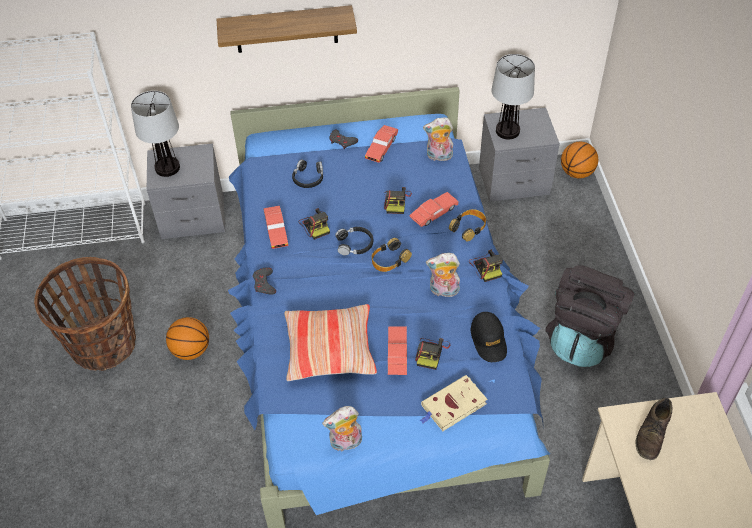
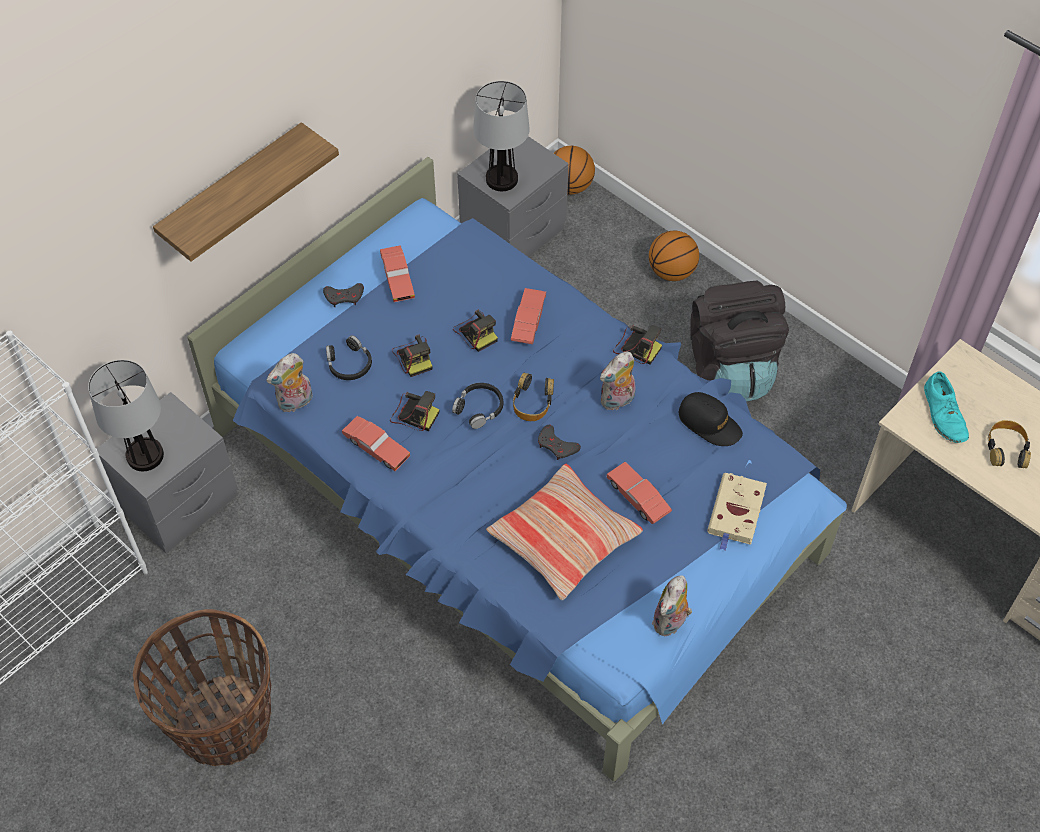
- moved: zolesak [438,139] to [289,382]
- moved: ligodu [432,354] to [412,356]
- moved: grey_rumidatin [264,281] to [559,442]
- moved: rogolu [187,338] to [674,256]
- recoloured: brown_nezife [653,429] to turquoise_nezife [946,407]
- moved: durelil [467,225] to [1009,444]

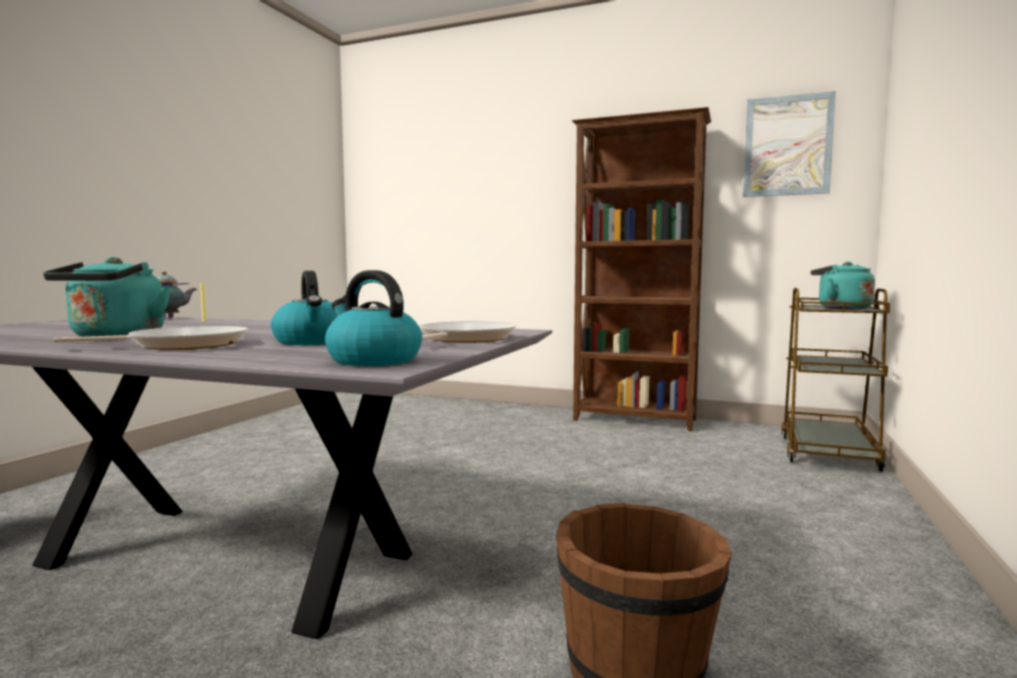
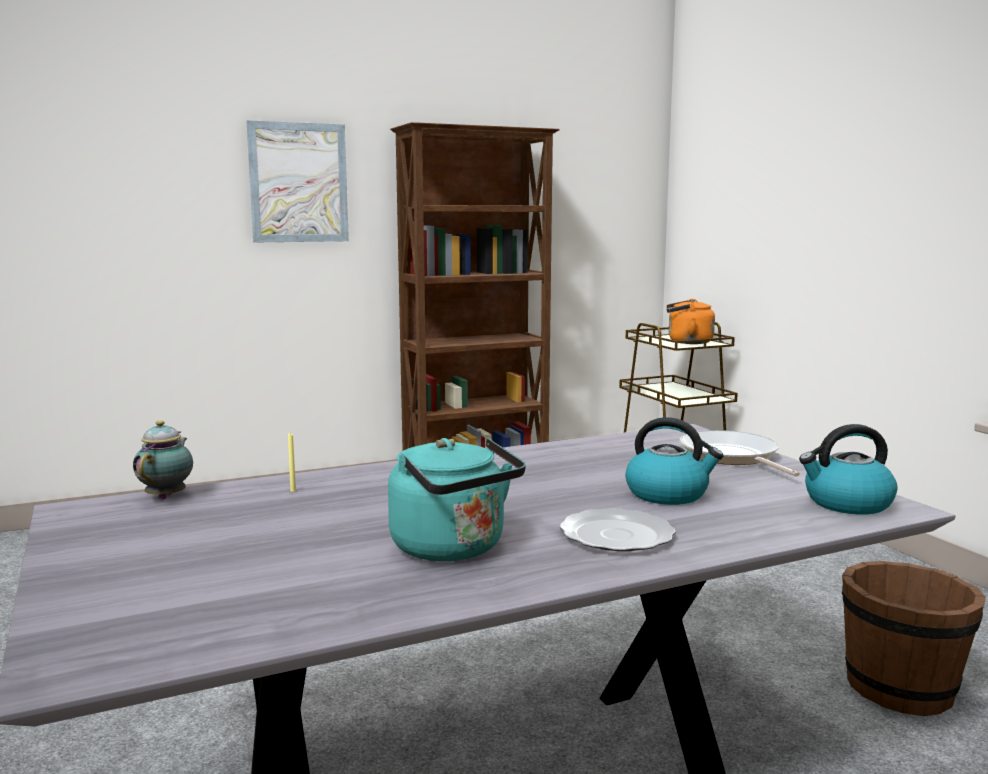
- moved: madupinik [789,144] to [298,181]
- replaced: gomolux [151,338] to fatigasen [618,529]
- recoloured: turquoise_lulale [842,286] to orange_lulale [690,321]

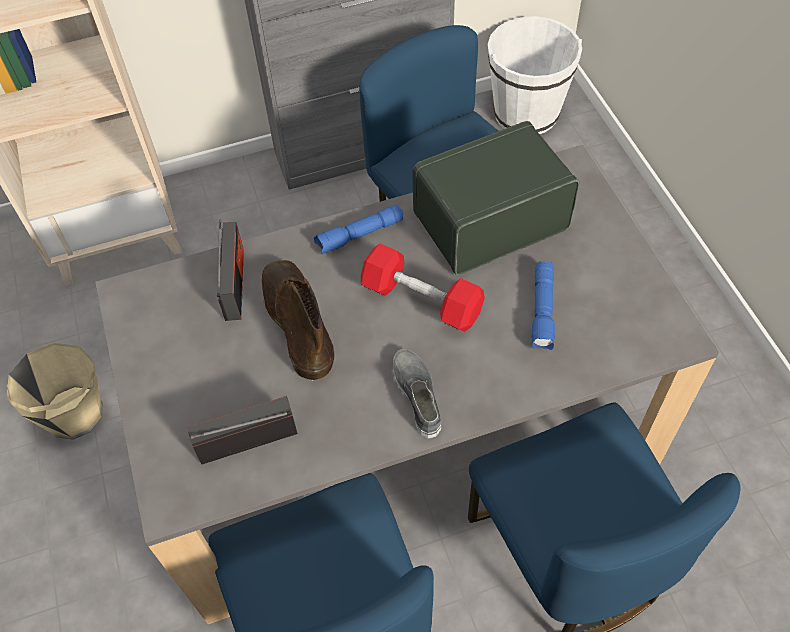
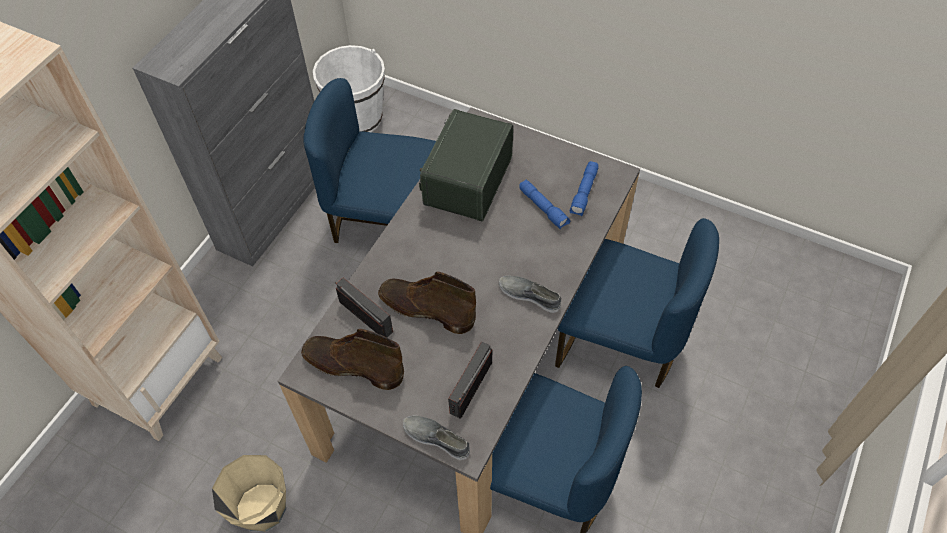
- added: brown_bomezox [352,359]
- added: grey_nezife [436,437]
- moved: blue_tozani [358,229] to [583,188]
- removed: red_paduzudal [423,287]

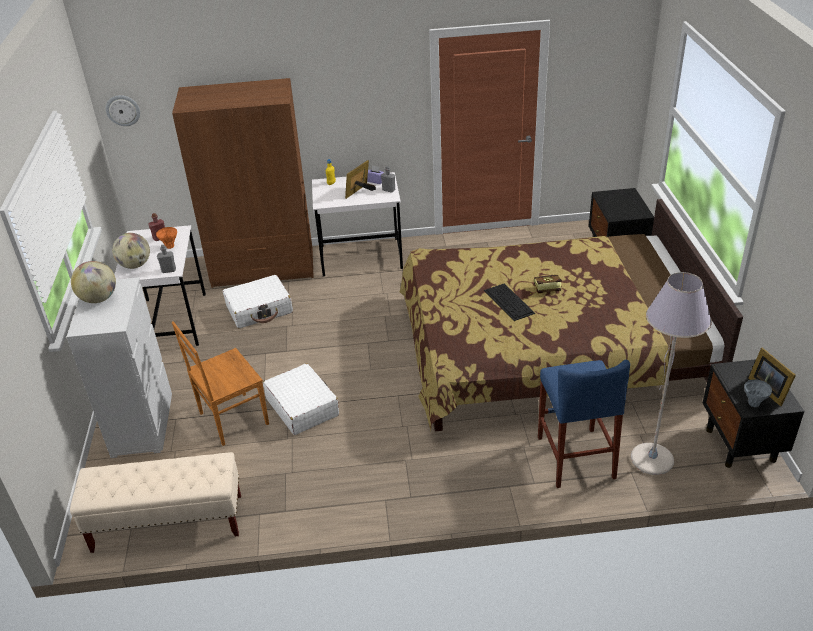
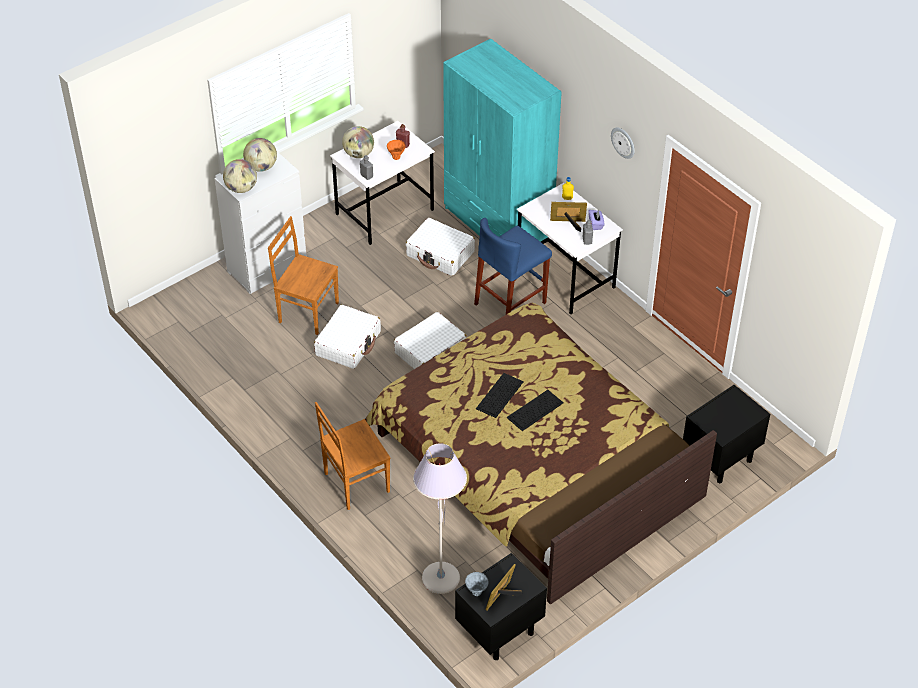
- added: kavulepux [240,176]
- added: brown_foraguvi [352,456]
- added: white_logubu [430,340]
- recoloured: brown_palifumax [243,183] to turquoise_palifumax [502,140]
- moved: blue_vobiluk [584,424] to [513,266]
- replaced: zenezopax [546,284] to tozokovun [534,410]
- moved: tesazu [123,110] to [623,143]
- removed: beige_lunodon [155,502]

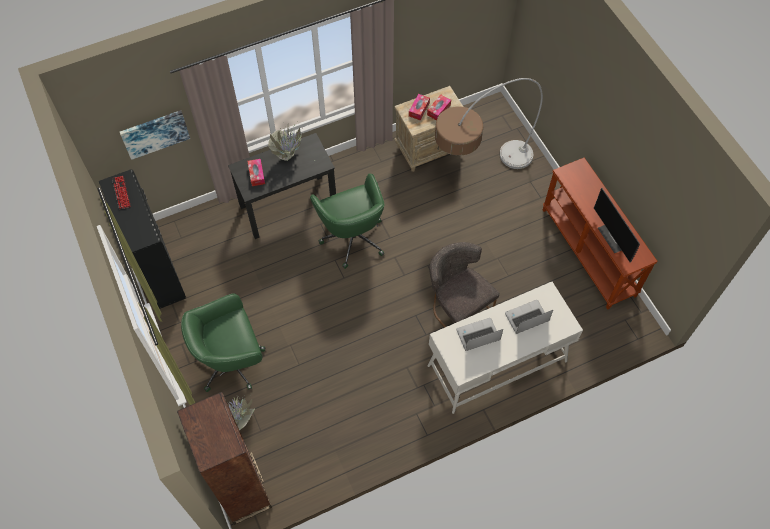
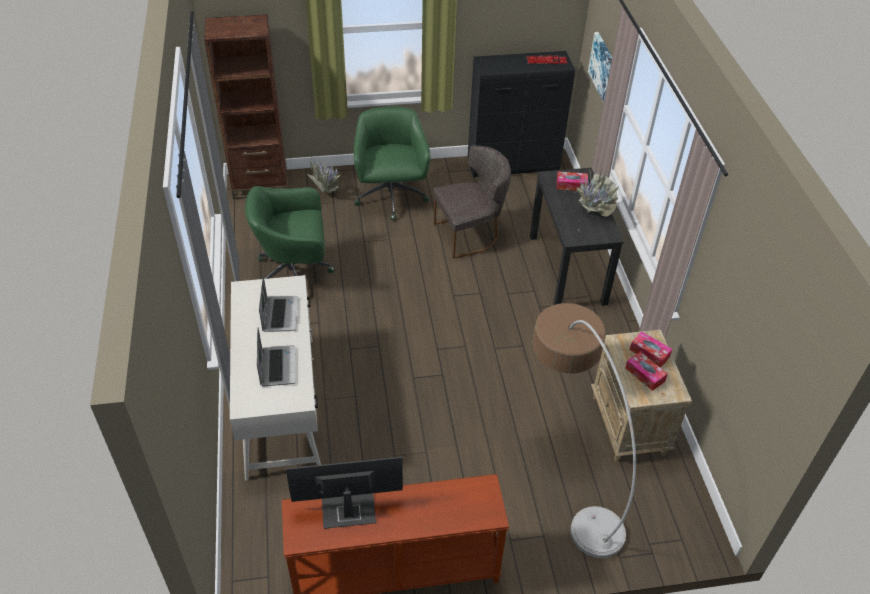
- moved: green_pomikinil [347,221] to [289,232]
- moved: grey_foraguvi [464,285] to [472,202]

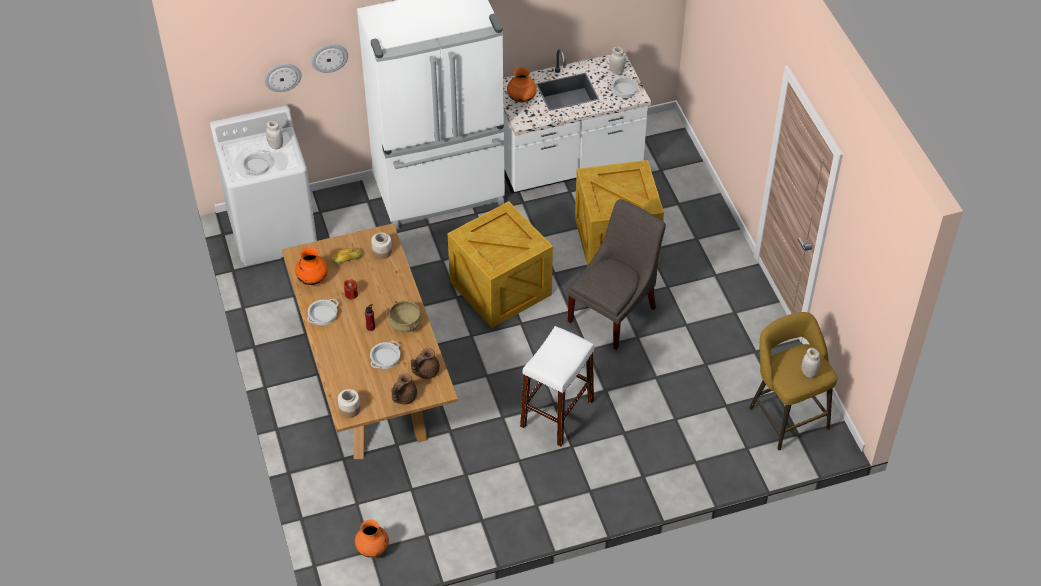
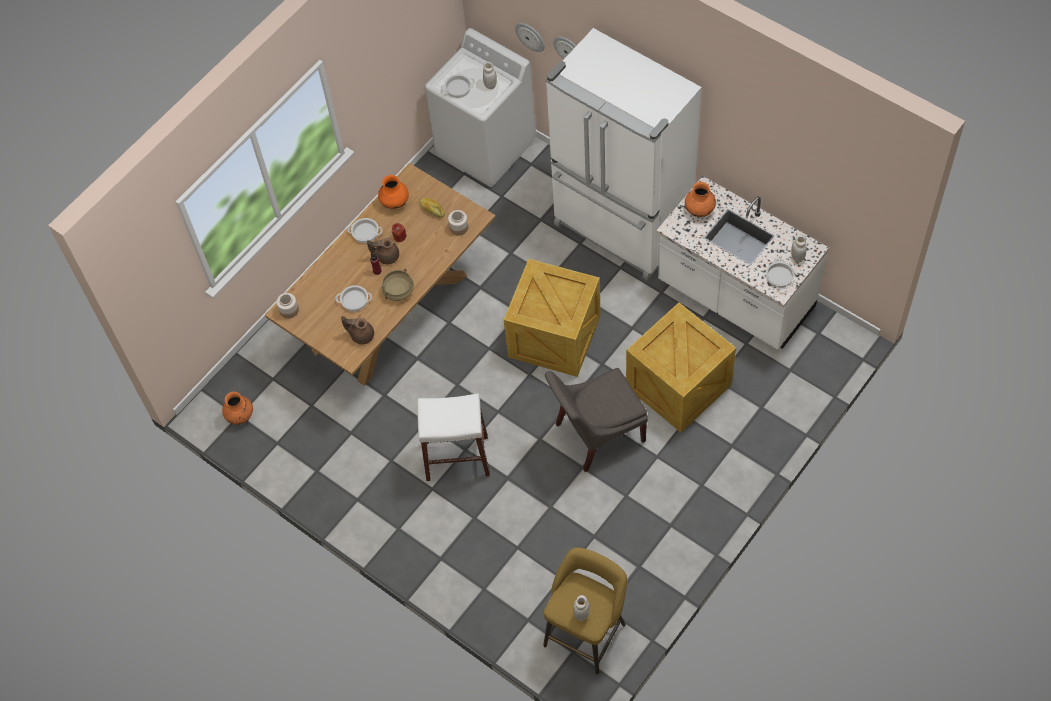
- moved: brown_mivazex [404,389] to [383,251]
- turned: grey_foraguvi [617,274] = [596,420] 150 degrees clockwise

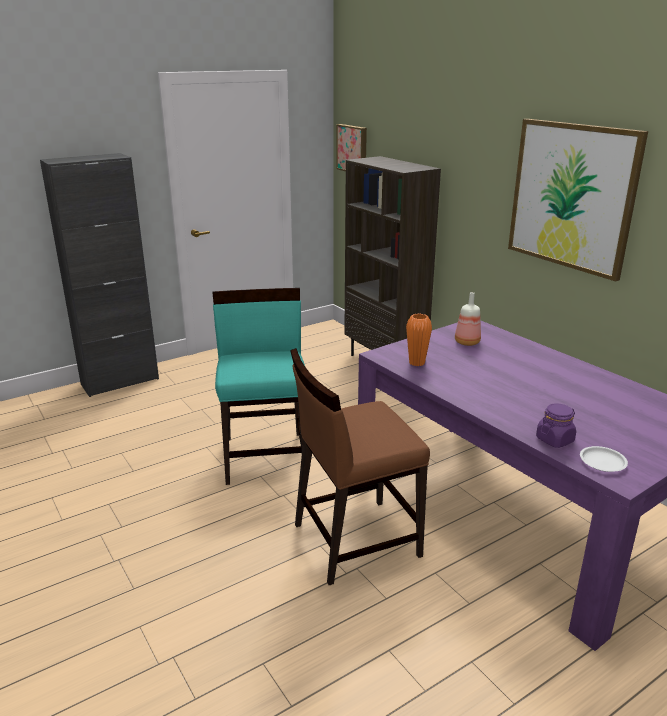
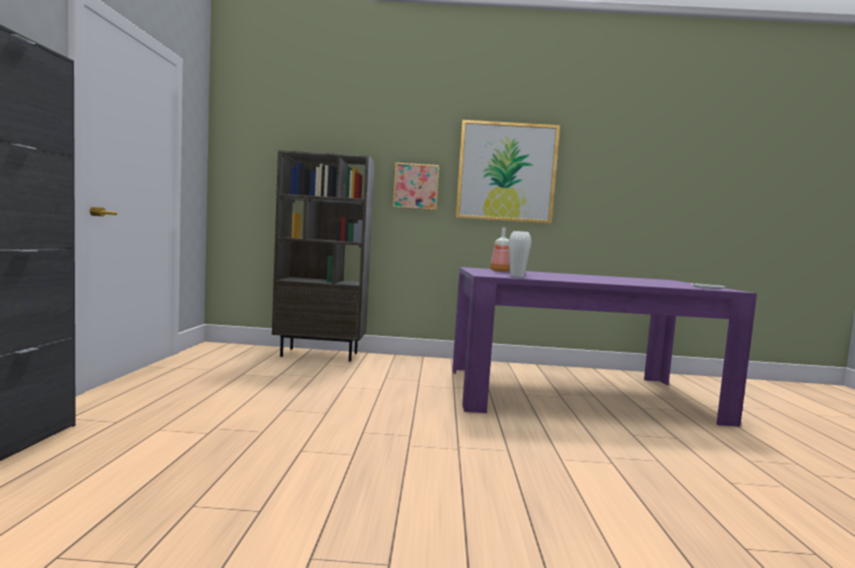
- moved: madupinik [351,148] to [416,186]
- recoloured: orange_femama [419,340] to white_femama [520,254]
- removed: turquoise_foraguvi [258,386]
- removed: brown_foraguvi [360,466]
- removed: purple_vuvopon [556,425]

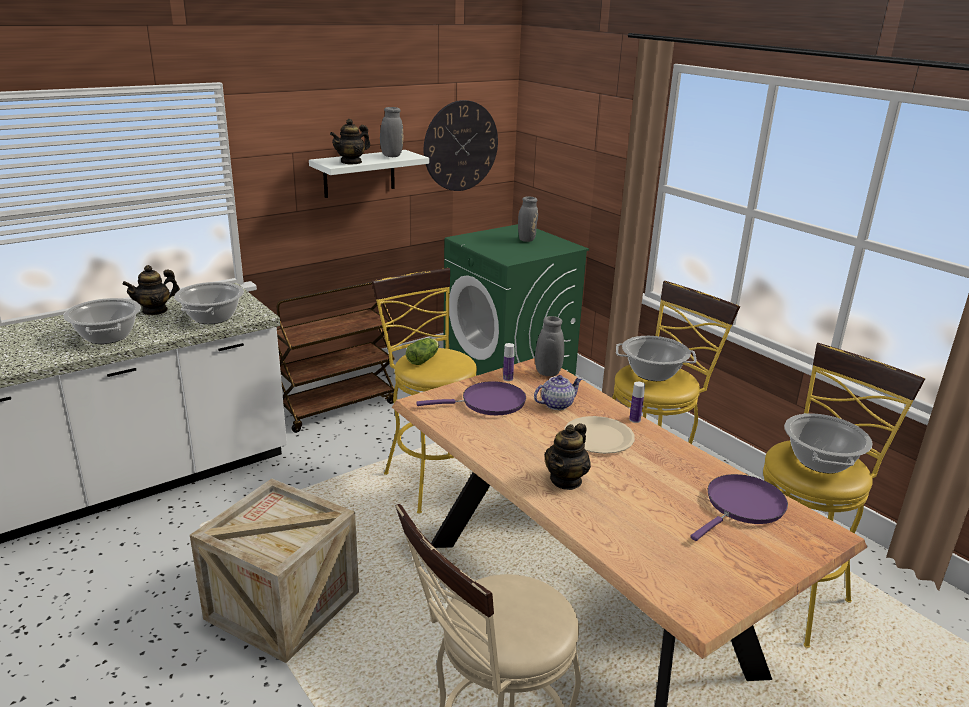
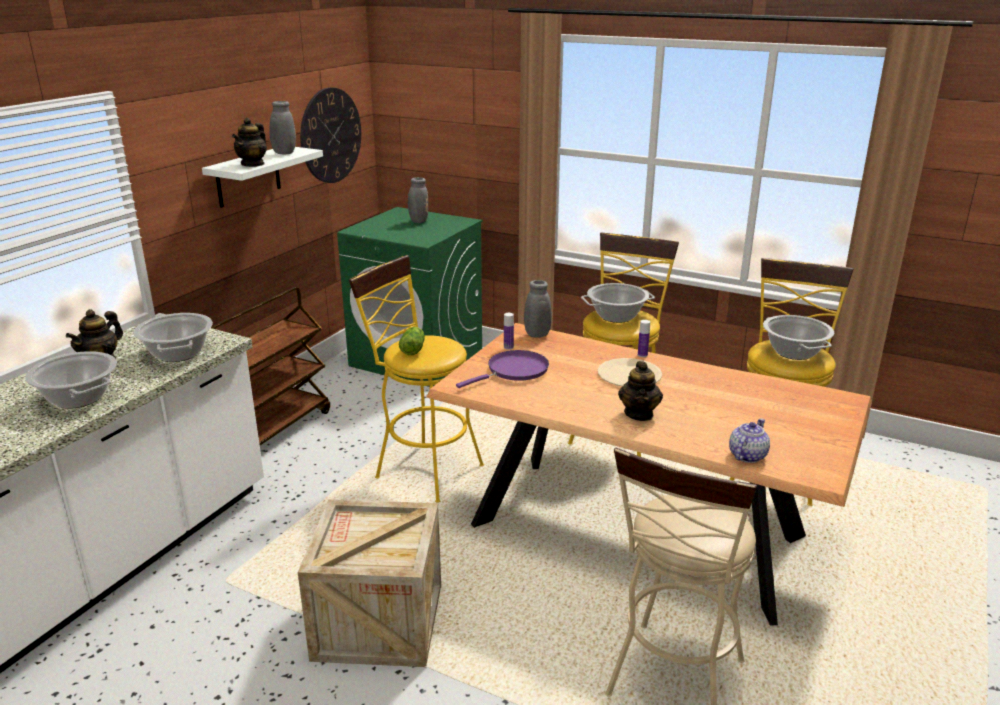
- moved: mivazex [558,392] to [749,440]
- removed: purple_gomolux [739,507]

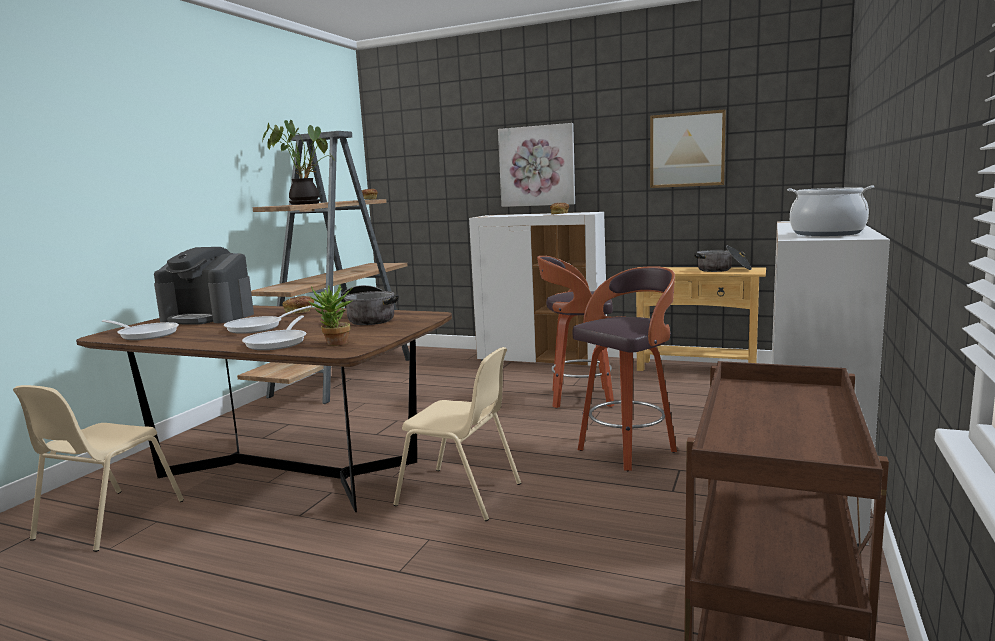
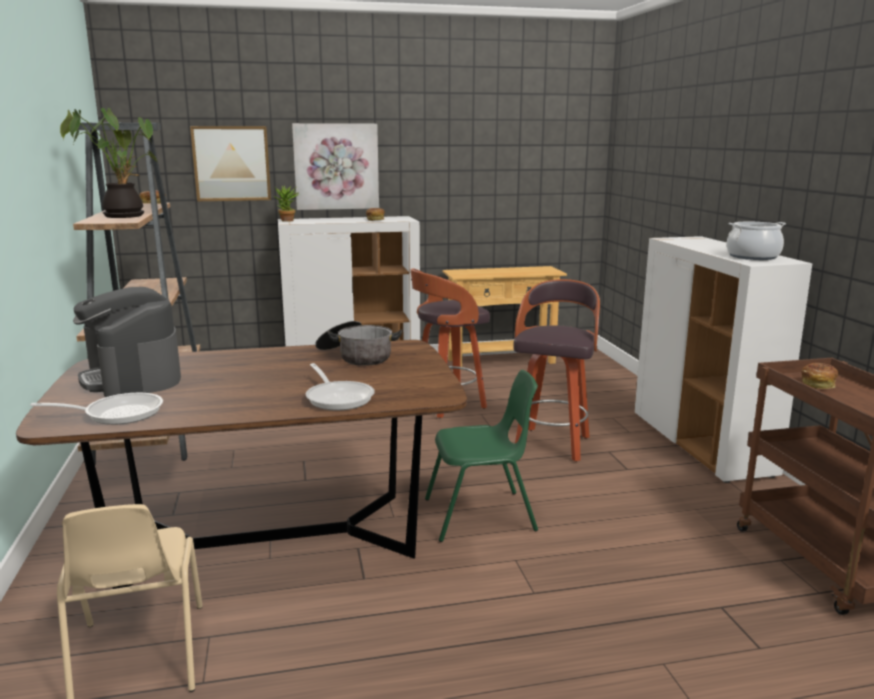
- turned: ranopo [204,286] = [127,342] 75 degrees clockwise
- moved: madupinik [688,148] to [230,163]
- moved: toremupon [330,315] to [286,203]
- recoloured: beige_foraguvi [457,434] to green_foraguvi [481,456]
- moved: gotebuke [298,305] to [819,376]
- removed: gomolux [268,320]
- removed: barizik [723,258]

